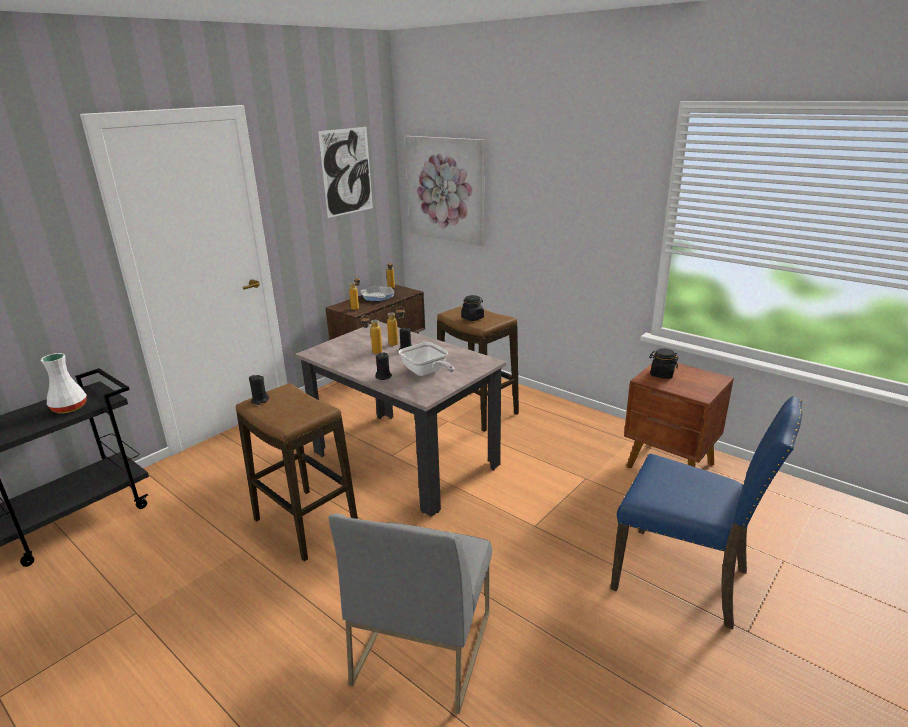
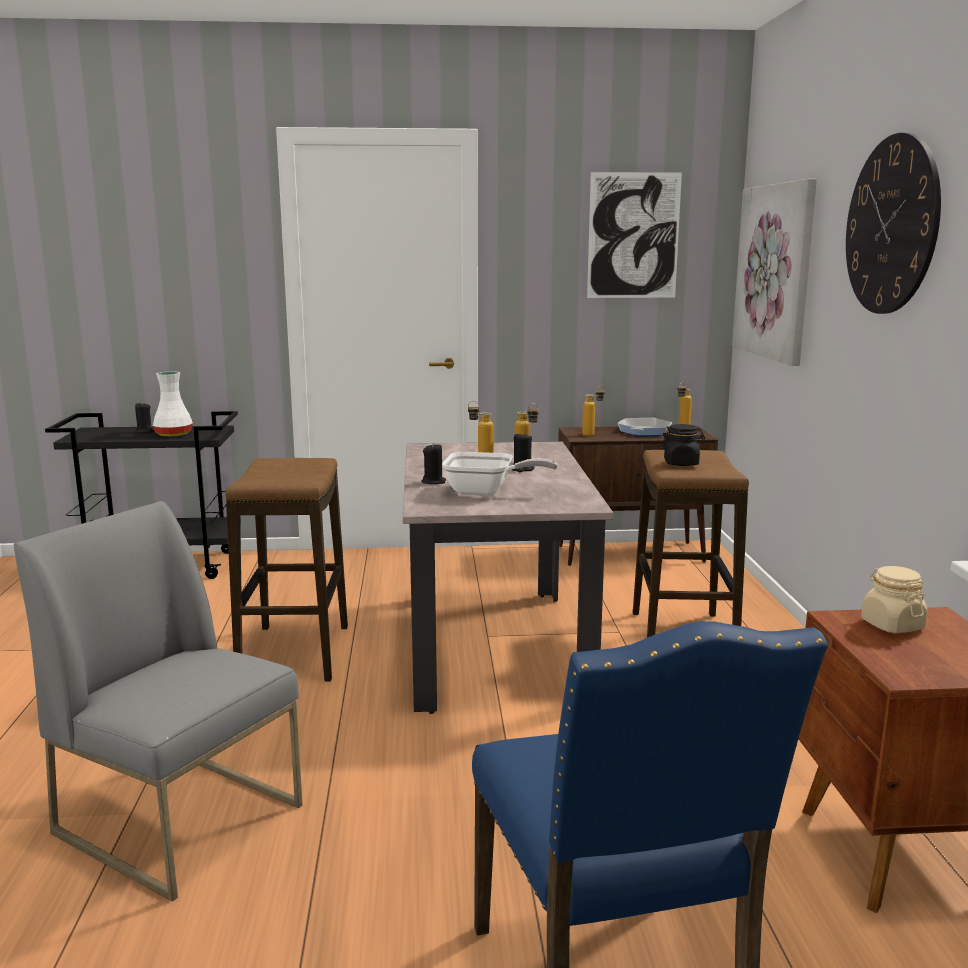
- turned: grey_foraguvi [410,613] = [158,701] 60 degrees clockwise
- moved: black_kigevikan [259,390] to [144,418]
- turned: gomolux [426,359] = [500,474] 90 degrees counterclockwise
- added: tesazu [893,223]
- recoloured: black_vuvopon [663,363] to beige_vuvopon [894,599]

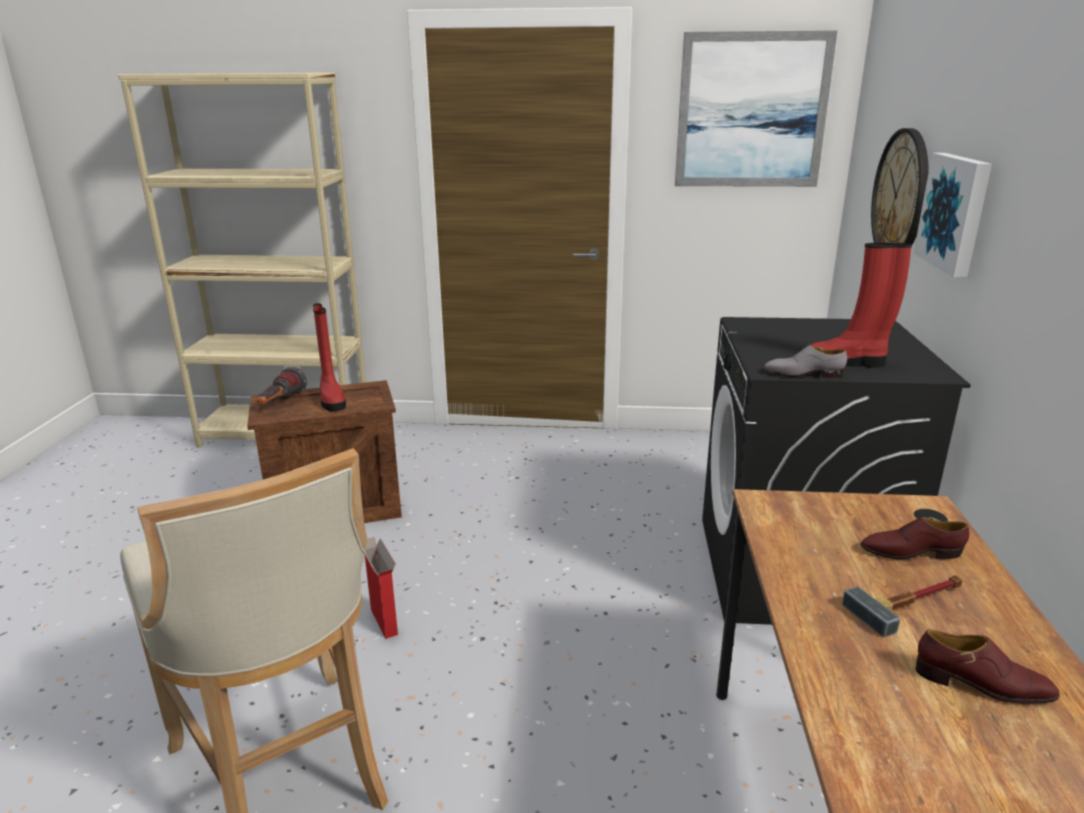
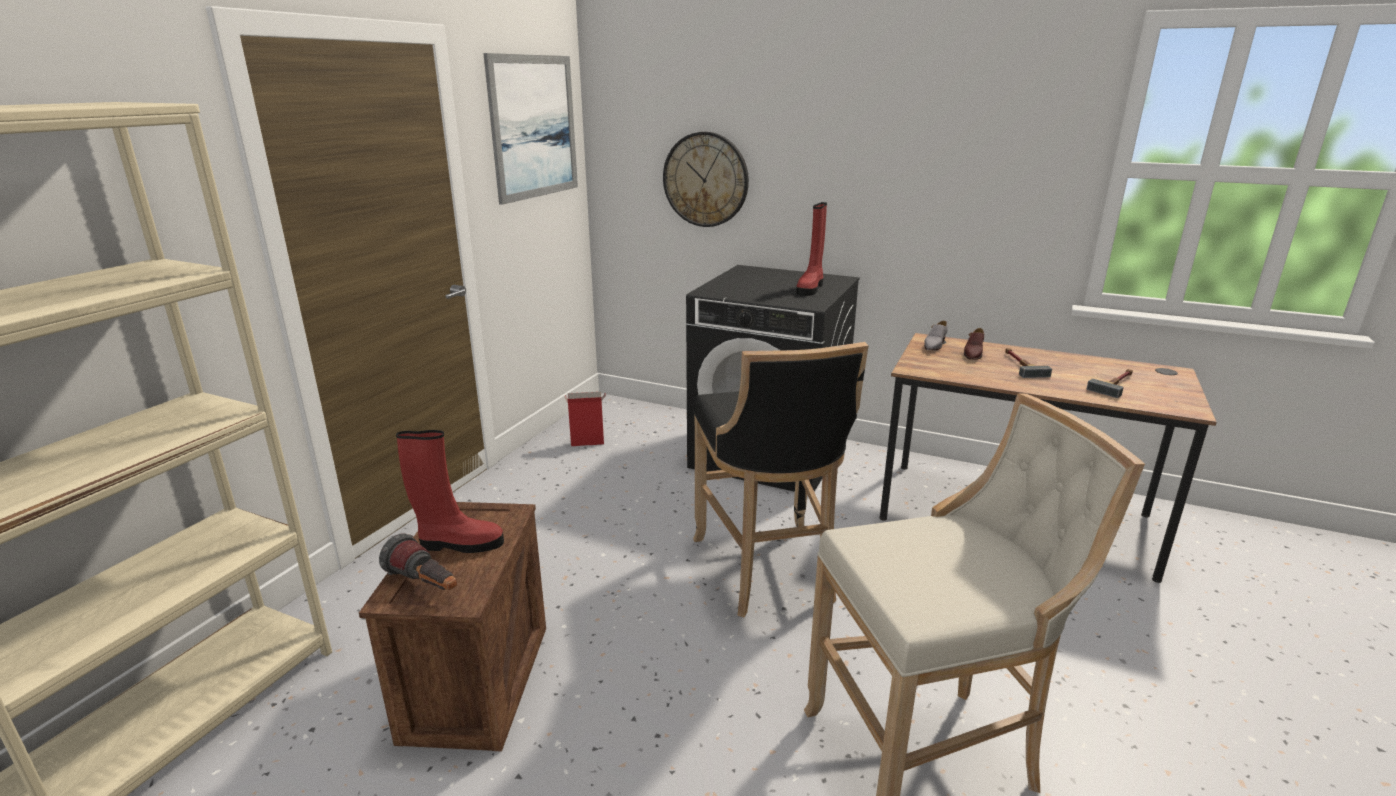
- moved: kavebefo [381,588] to [585,419]
- added: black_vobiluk [781,480]
- moved: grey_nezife [805,362] to [936,336]
- added: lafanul [1109,383]
- removed: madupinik [952,215]
- removed: brown_nezife [988,666]

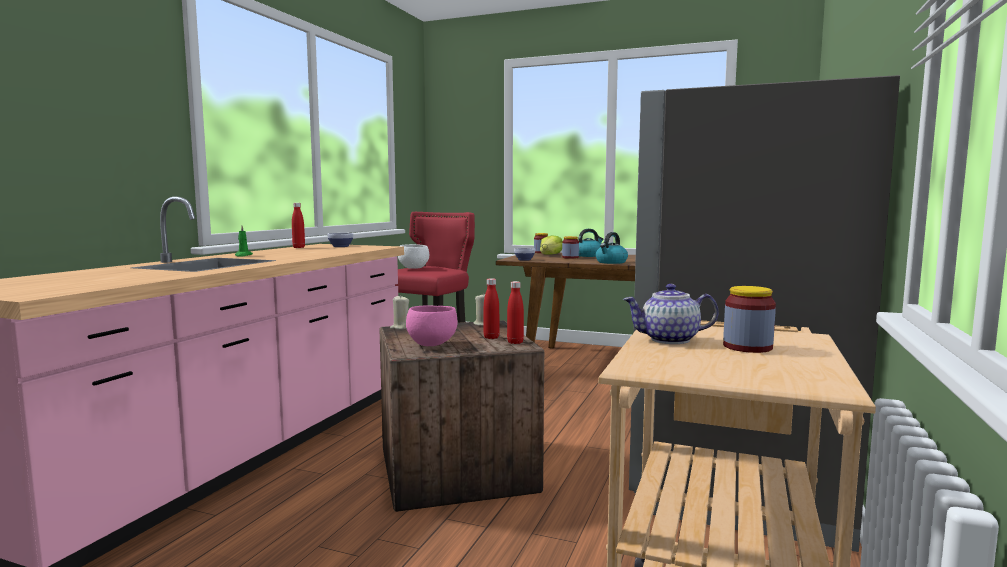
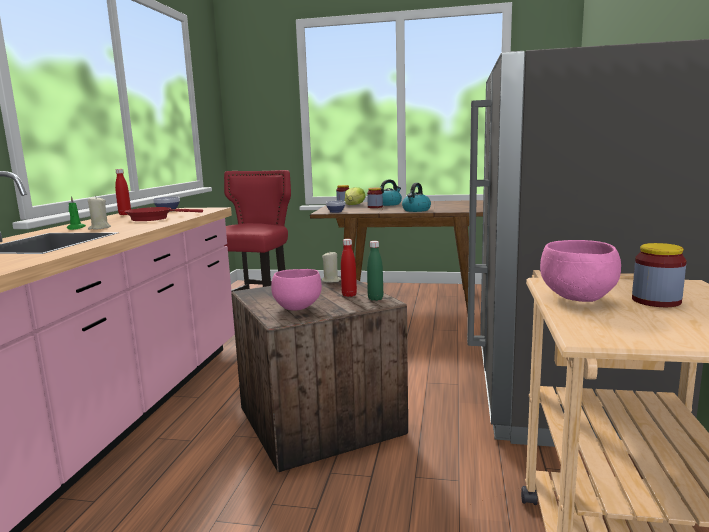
- moved: beige_kigevikan [399,312] to [99,212]
- added: red_gomolux [164,214]
- recoloured: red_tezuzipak [515,312] to green_tezuzipak [375,271]
- replaced: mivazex [671,314] to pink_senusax [580,271]
- removed: white_senusax [413,256]

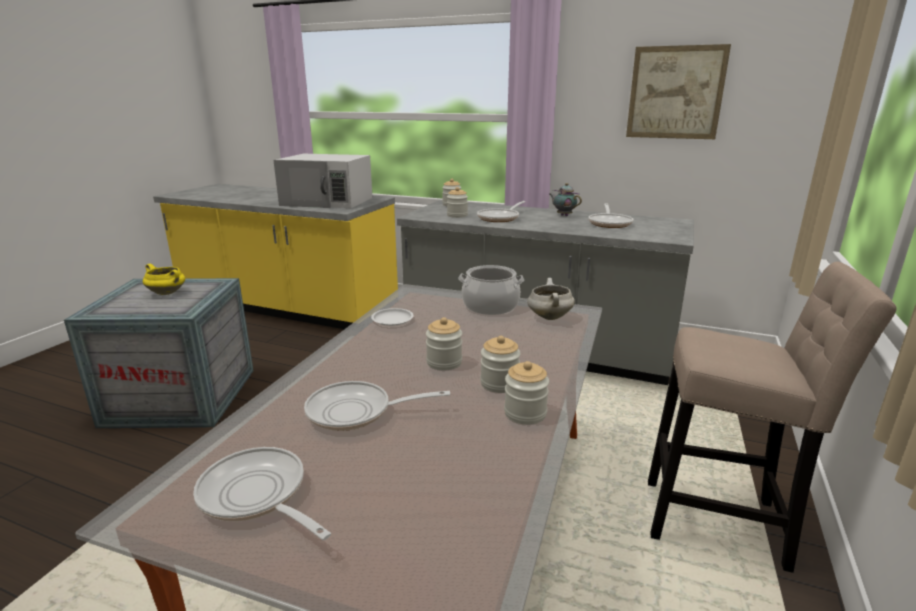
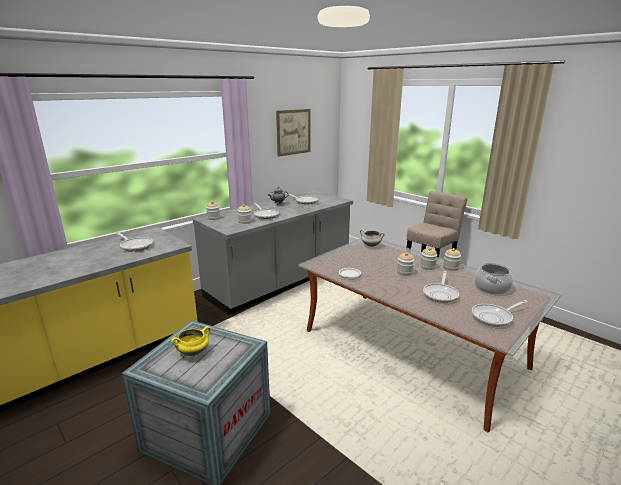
- replaced: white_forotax [323,181] to gomolux [134,241]
- moved: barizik [491,290] to [493,278]

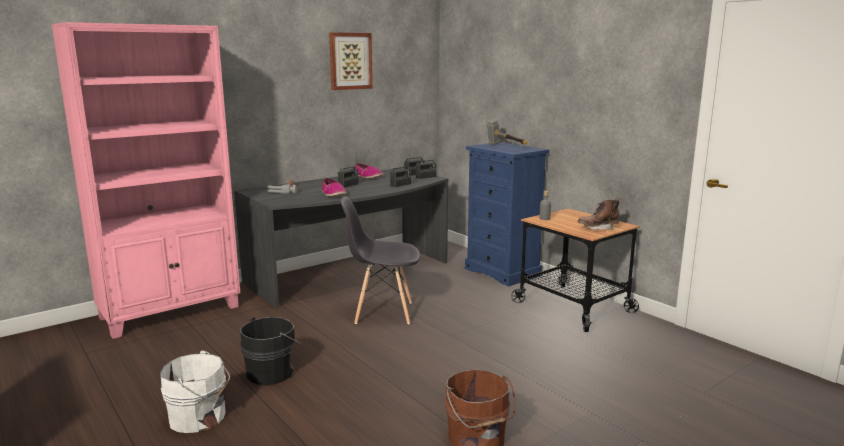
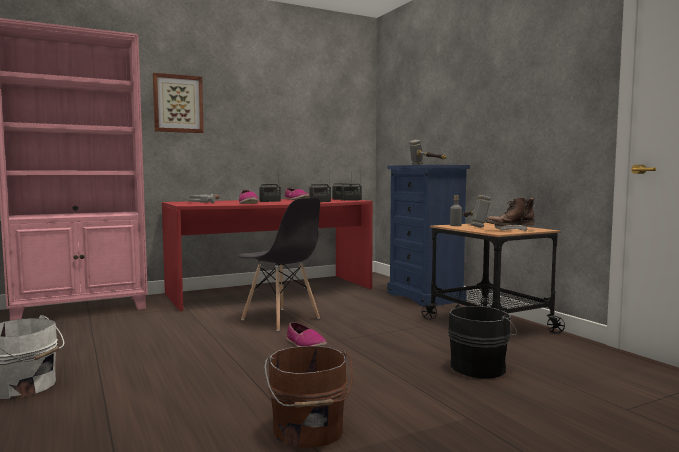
- moved: madupinik [351,61] to [178,103]
- recoloured: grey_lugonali [341,238] to red_lugonali [267,254]
- turned: grey_foraguvi [380,260] = [279,264] 150 degrees counterclockwise
- added: nezife [306,334]
- moved: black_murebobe [271,351] to [482,341]
- added: lafanul [477,211]

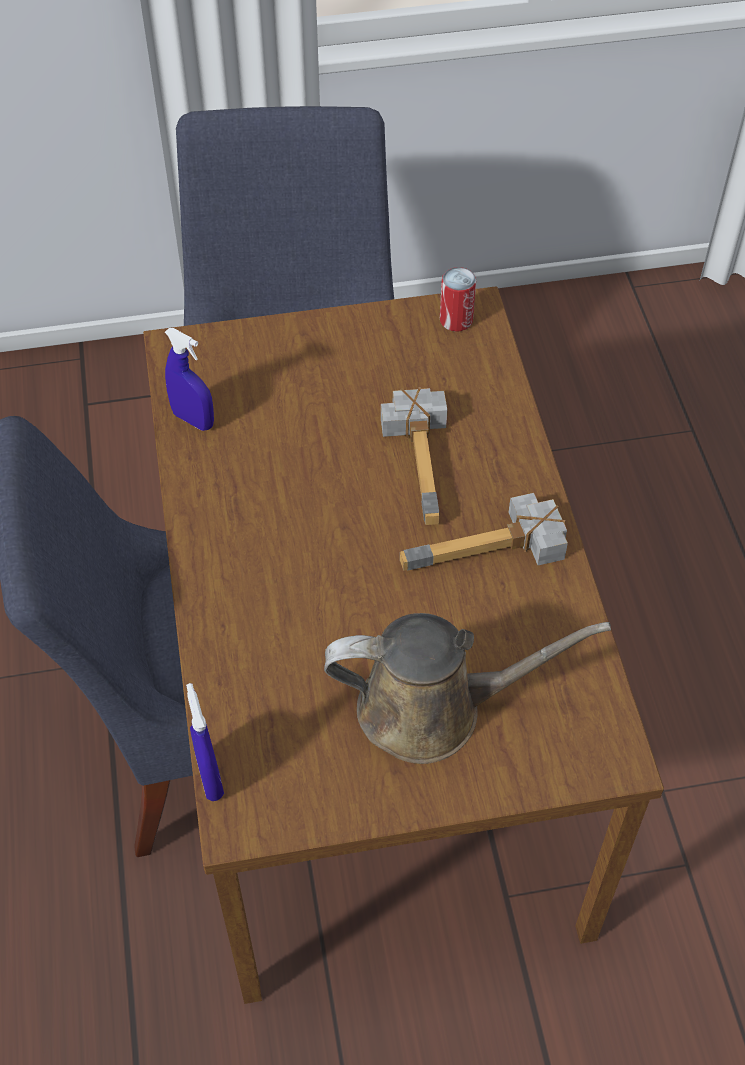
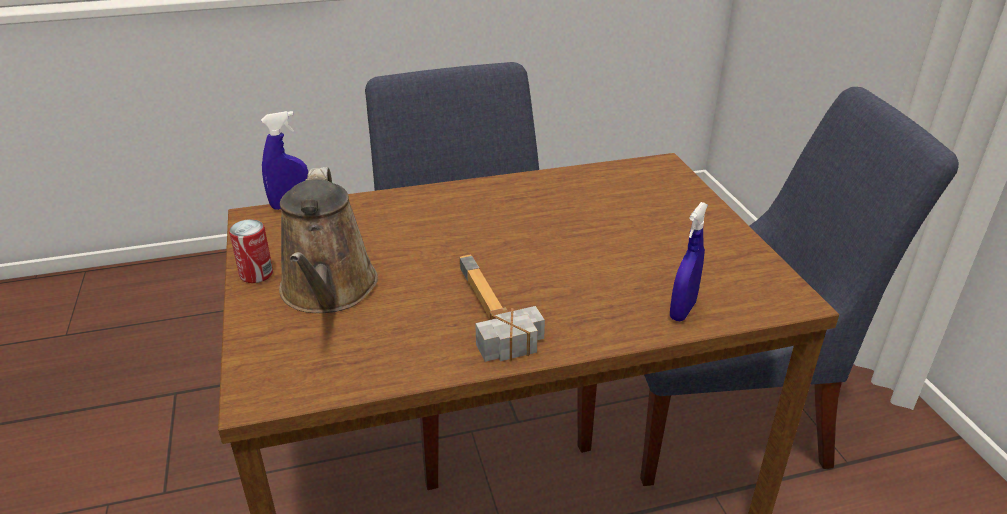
- moved: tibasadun [458,299] to [251,251]
- moved: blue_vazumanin [189,379] to [689,261]
- removed: lafanul [414,456]

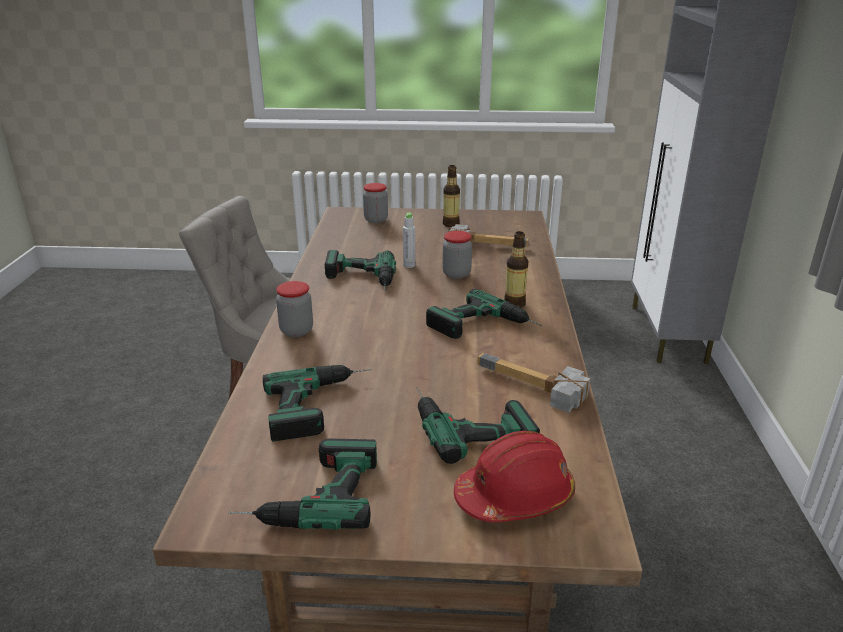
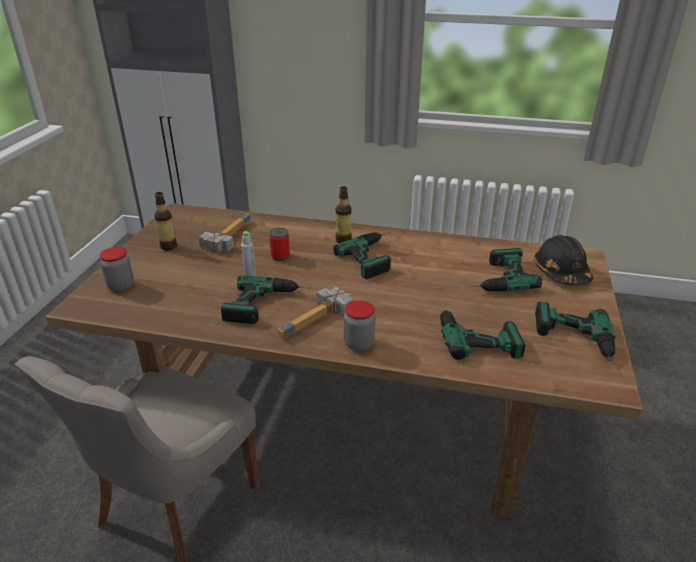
- replaced: vuvopon [457,255] to tibasadun [279,244]
- moved: lafanul [534,383] to [315,312]
- recoloured: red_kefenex [514,476] to black_kefenex [563,260]

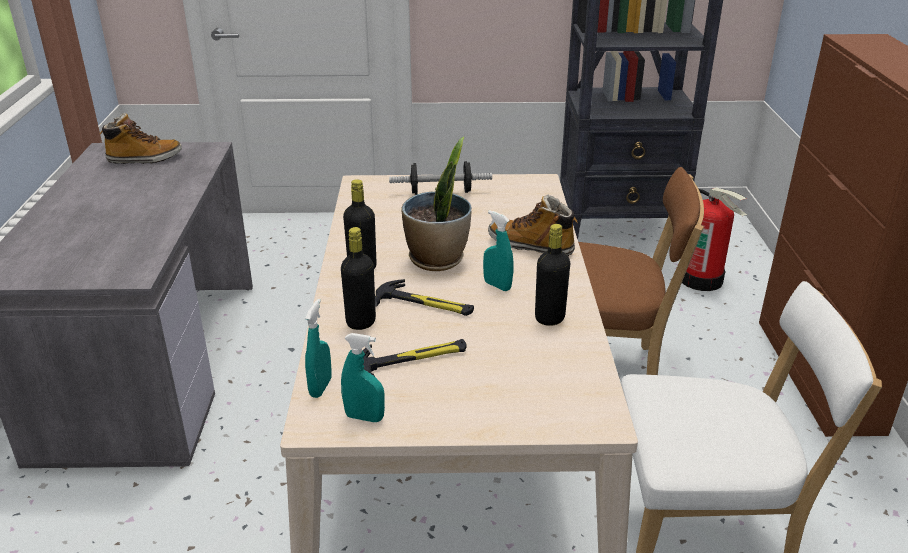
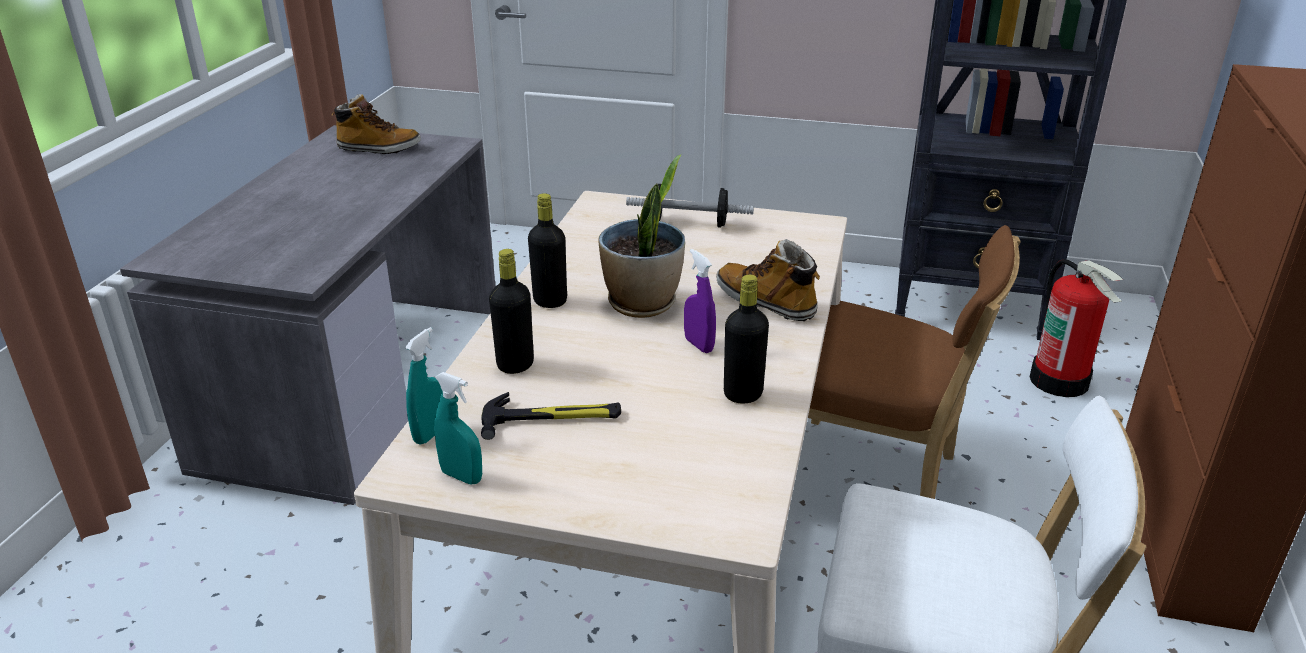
- recoloured: turquoise_vazumanin [498,250] to purple_vazumanin [700,301]
- removed: lafanul [424,297]

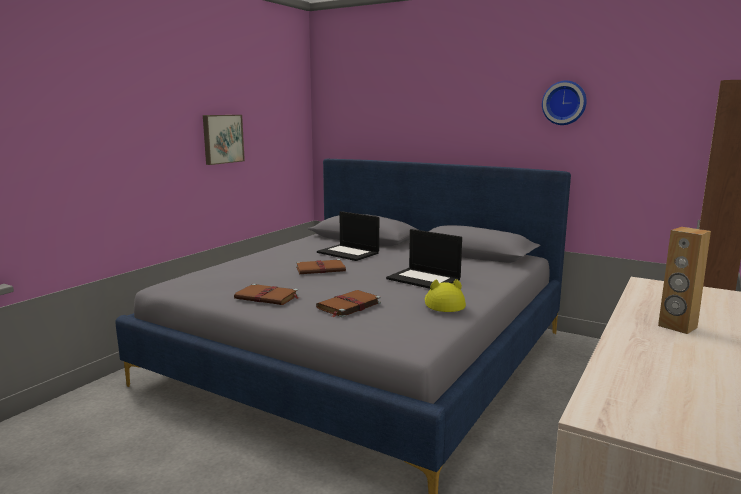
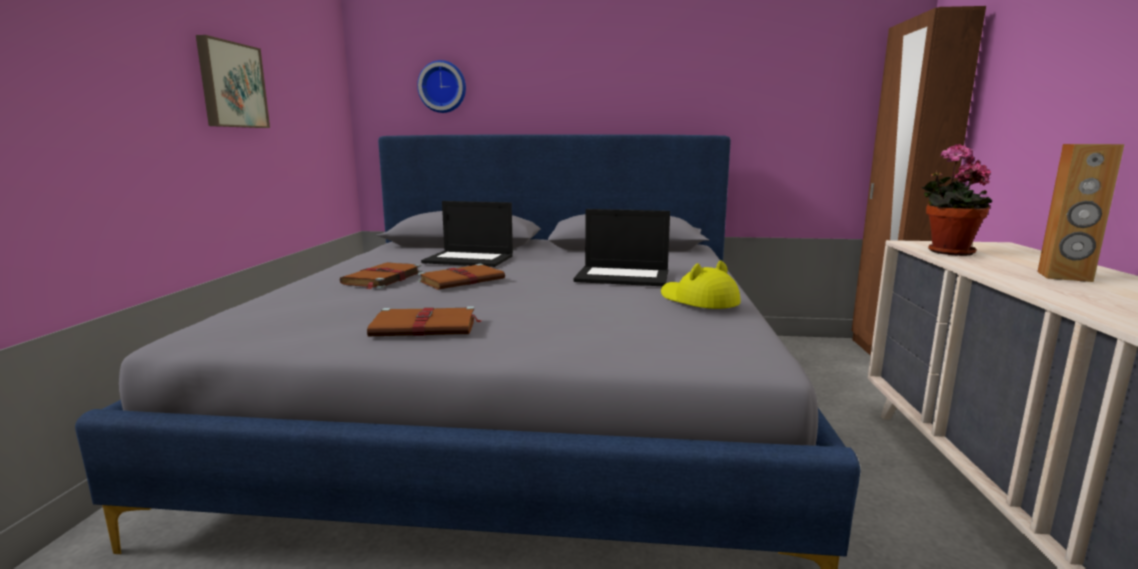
- moved: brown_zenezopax [348,304] to [381,275]
- moved: tesazu [564,103] to [441,86]
- added: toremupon [956,200]

